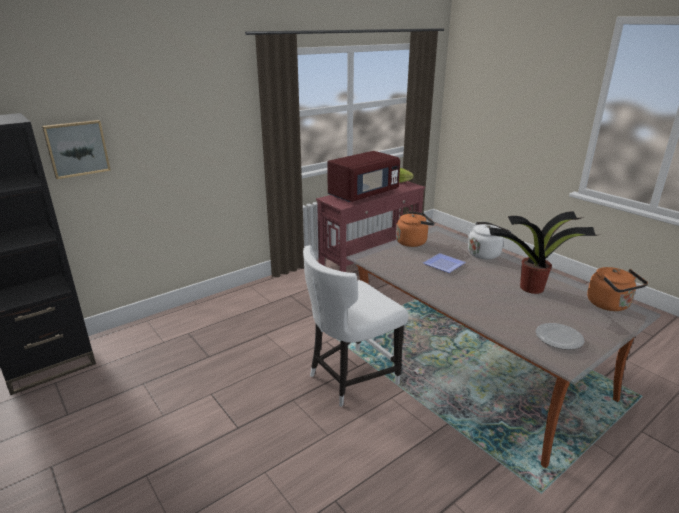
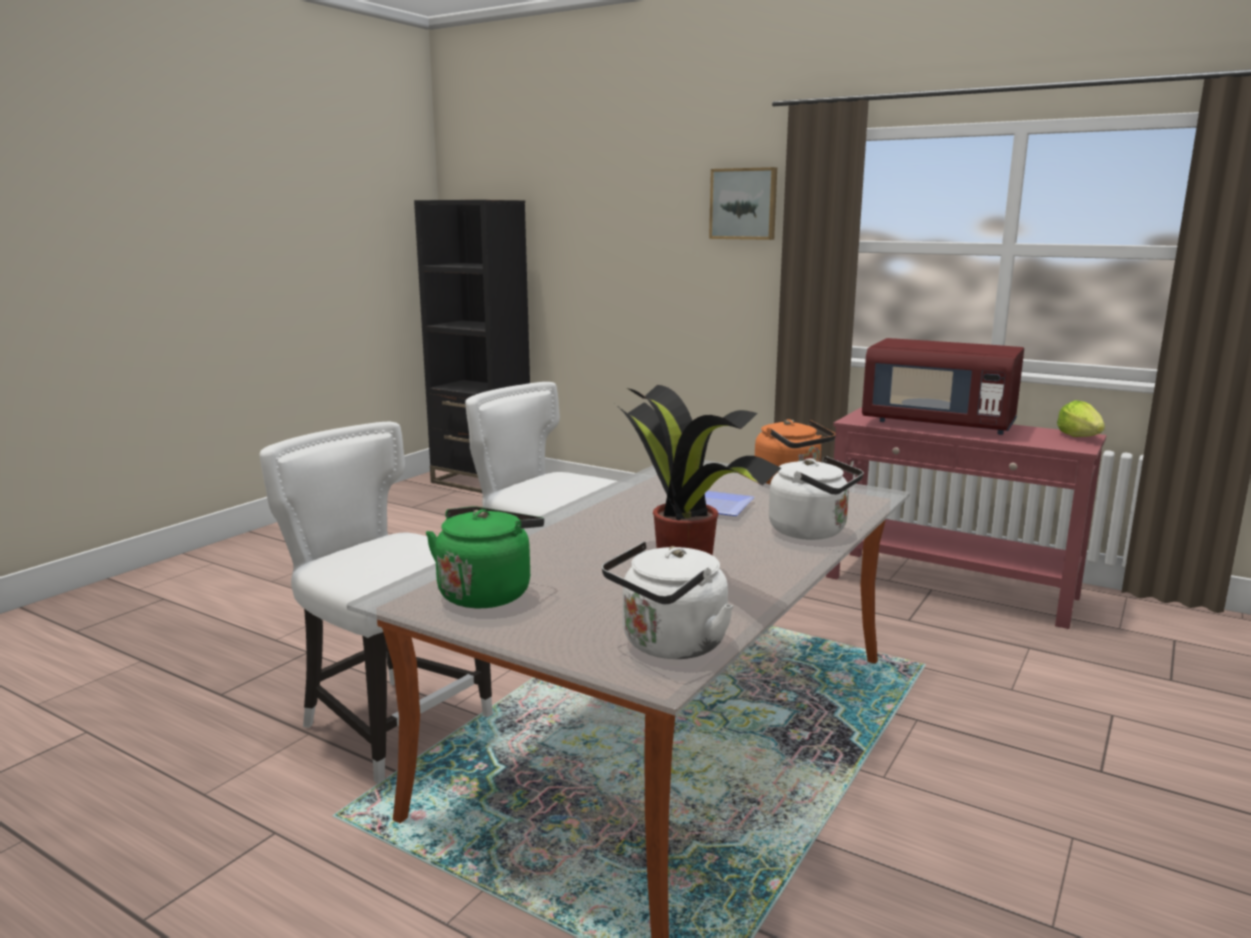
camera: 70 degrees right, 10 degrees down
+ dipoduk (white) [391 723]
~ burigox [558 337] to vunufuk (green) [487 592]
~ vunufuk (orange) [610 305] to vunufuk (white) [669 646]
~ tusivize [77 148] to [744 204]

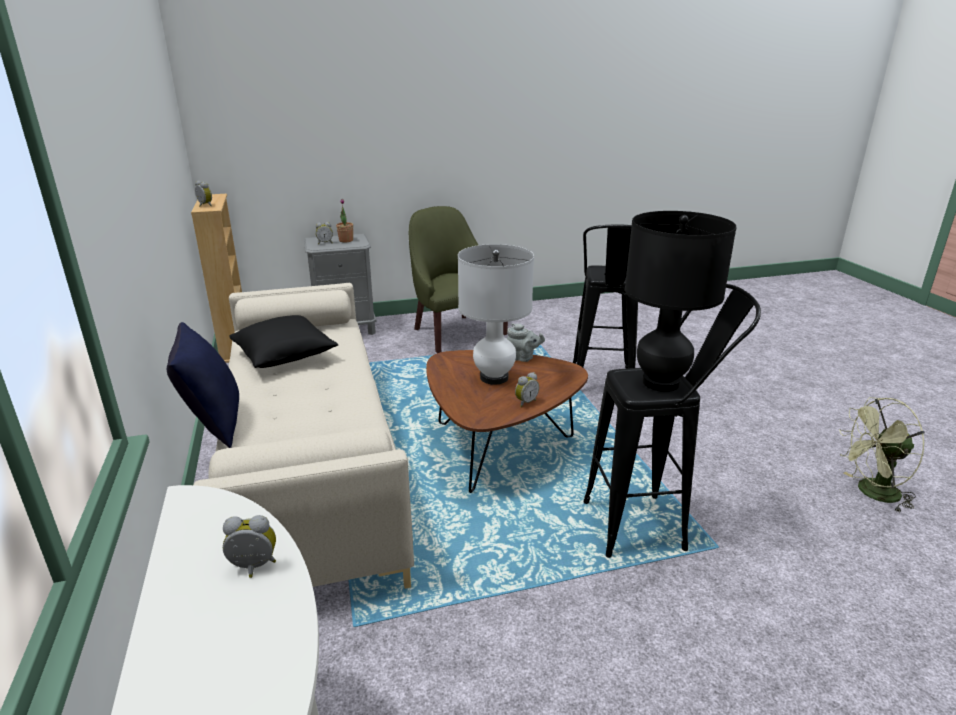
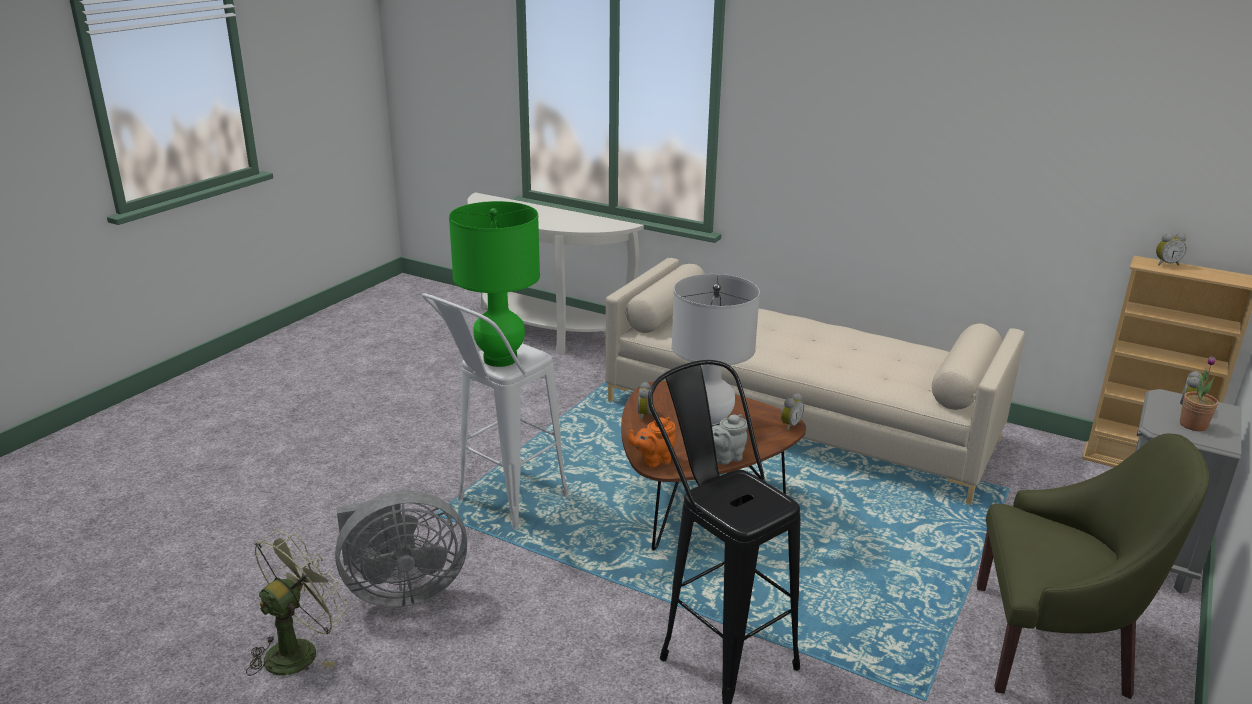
camera: 135 degrees right, 0 degrees up
+ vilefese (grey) [401 591]
~ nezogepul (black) [649 524] to nezogepul (white) [501 505]
~ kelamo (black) [660 383] to kelamo (green) [500 359]
+ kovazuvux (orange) [653 461]
~ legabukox [253 568] to [789 425]
- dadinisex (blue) [214 425]
- dadinisex (black) [285 357]

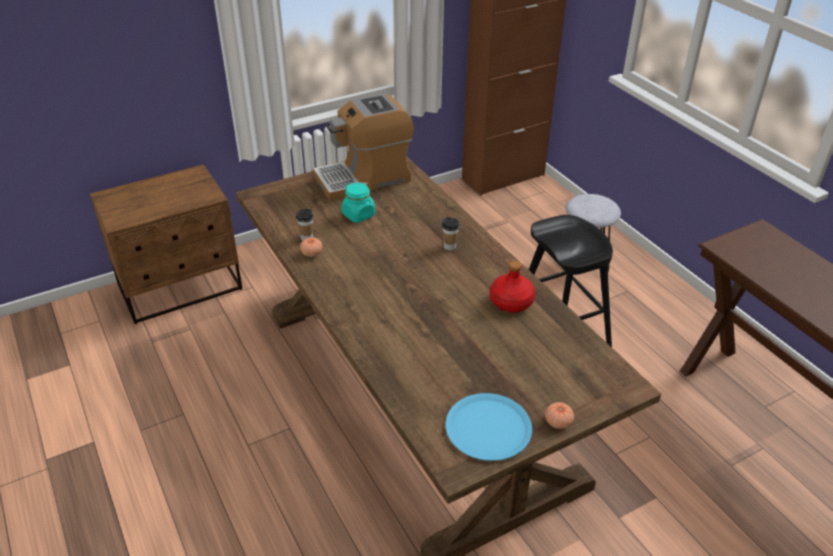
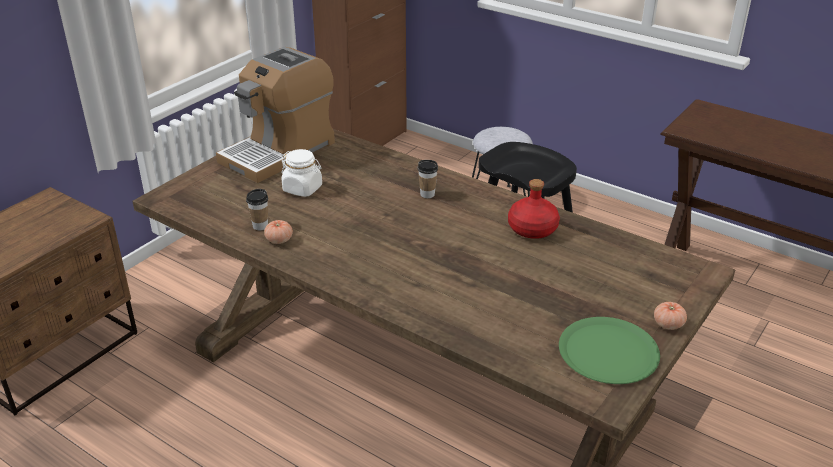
camera: 25 degrees left, 5 degrees down
~ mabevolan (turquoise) [359 215] to mabevolan (white) [303 189]
~ burigox (blue) [488 428] to burigox (green) [608 352]

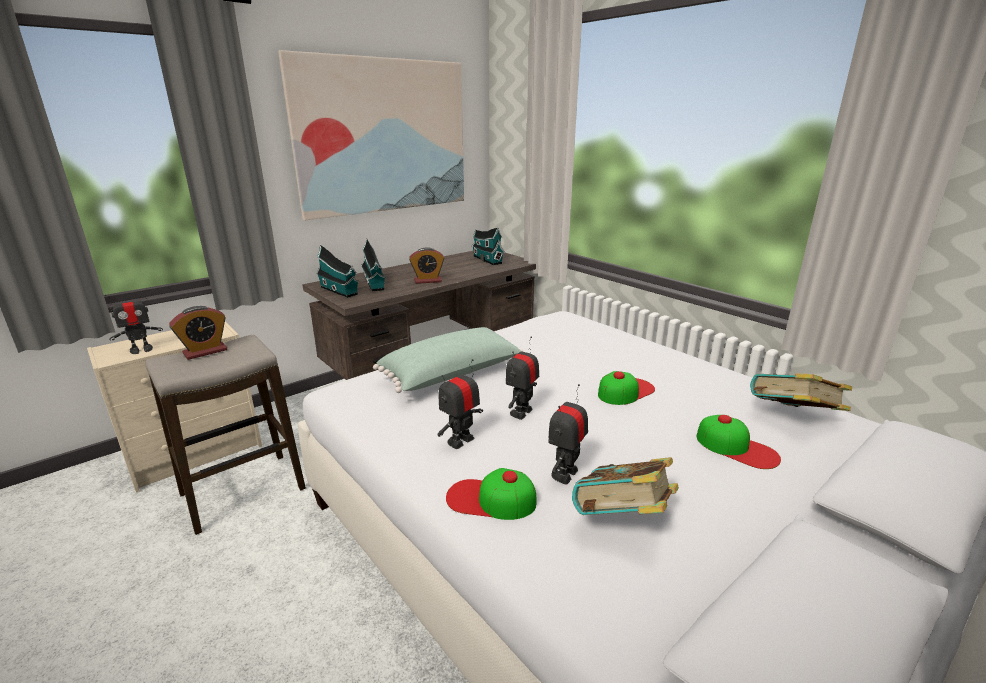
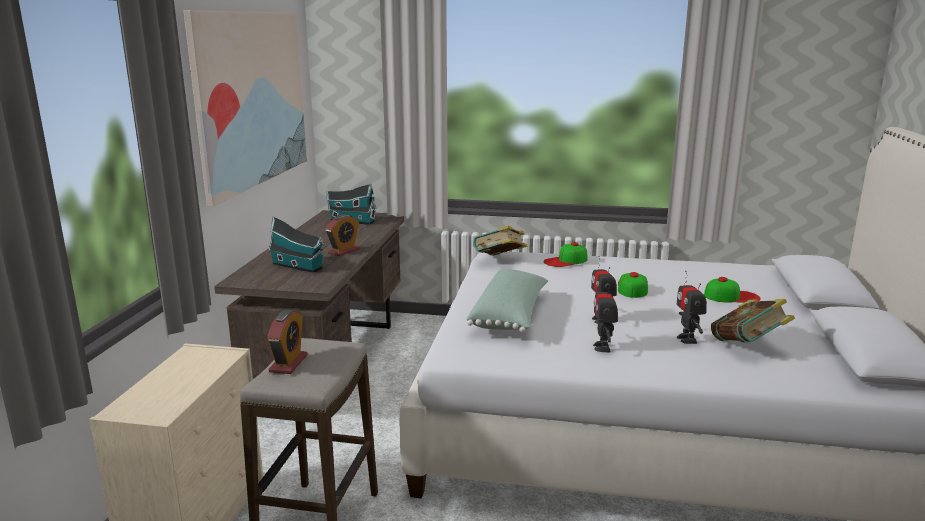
camera: 40 degrees left, 5 degrees down
~ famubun [792 419] to [499 261]
~ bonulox [490 499] to [566 261]
- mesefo [141 350]
- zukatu [340 291]

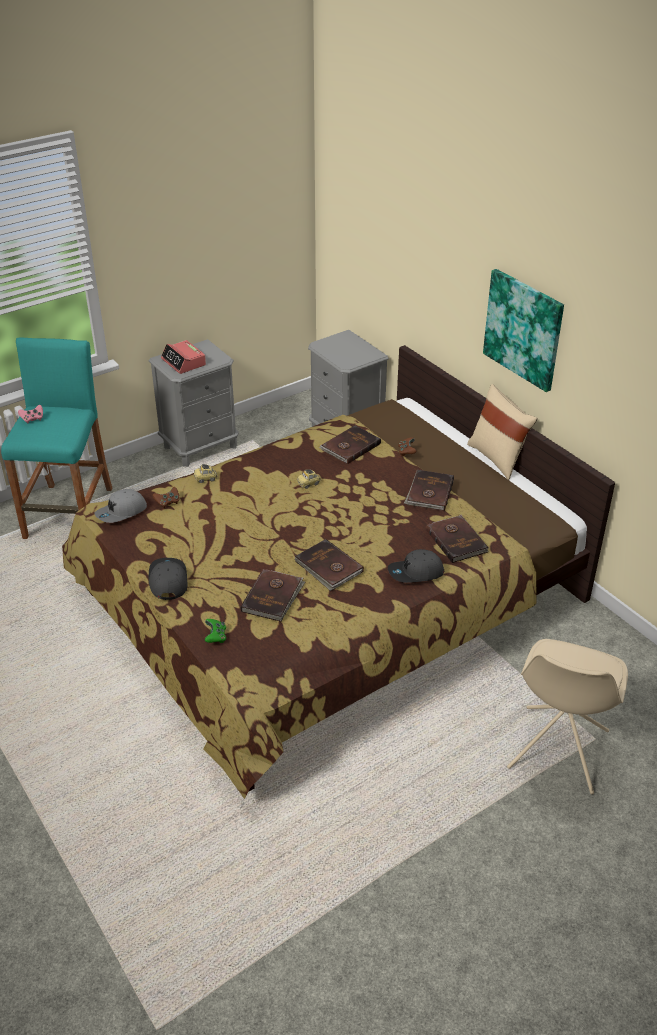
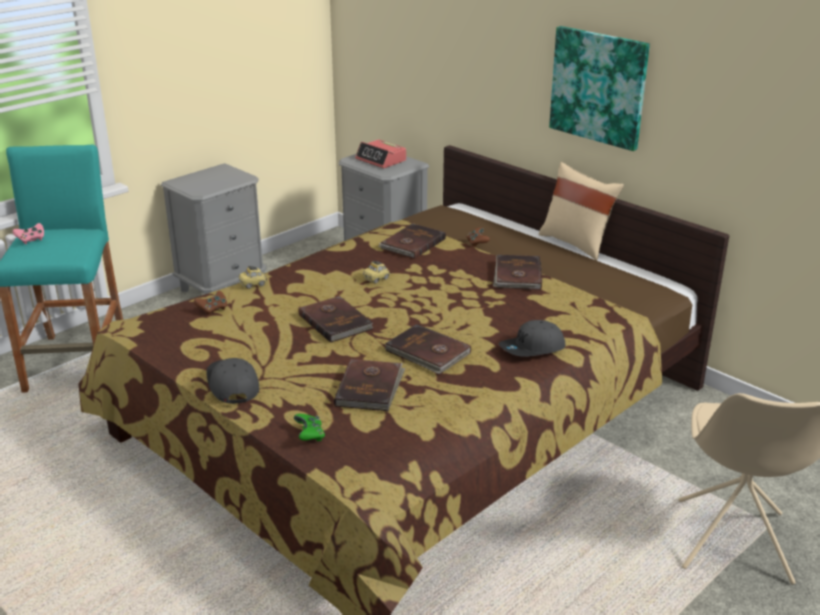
camera: 10 degrees left, 10 degrees down
~ famubun (brown) [457 540] to [336 321]
~ legabukox [184 362] to [381 160]
- bonulox (grey) [121 512]

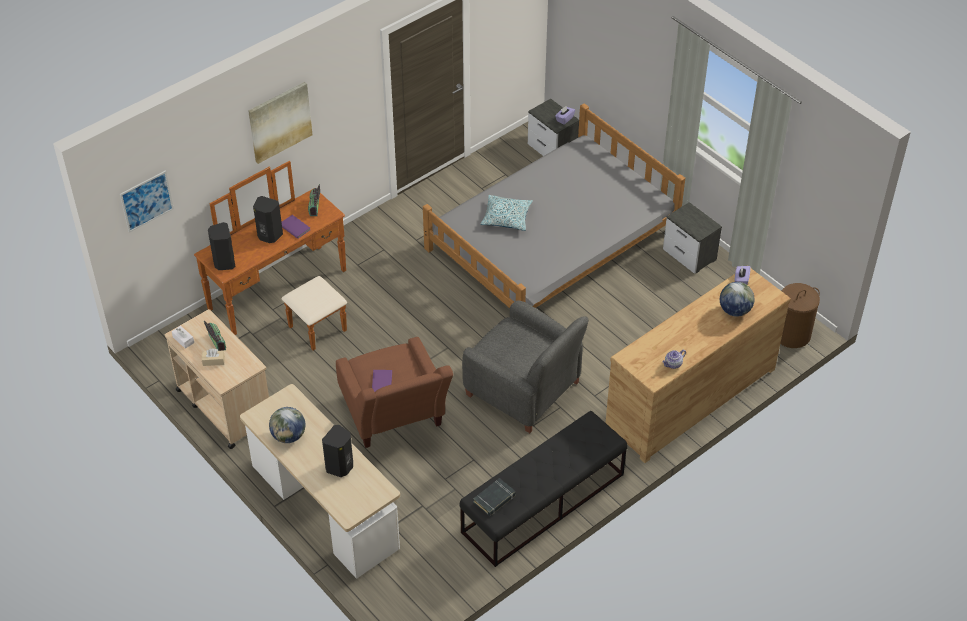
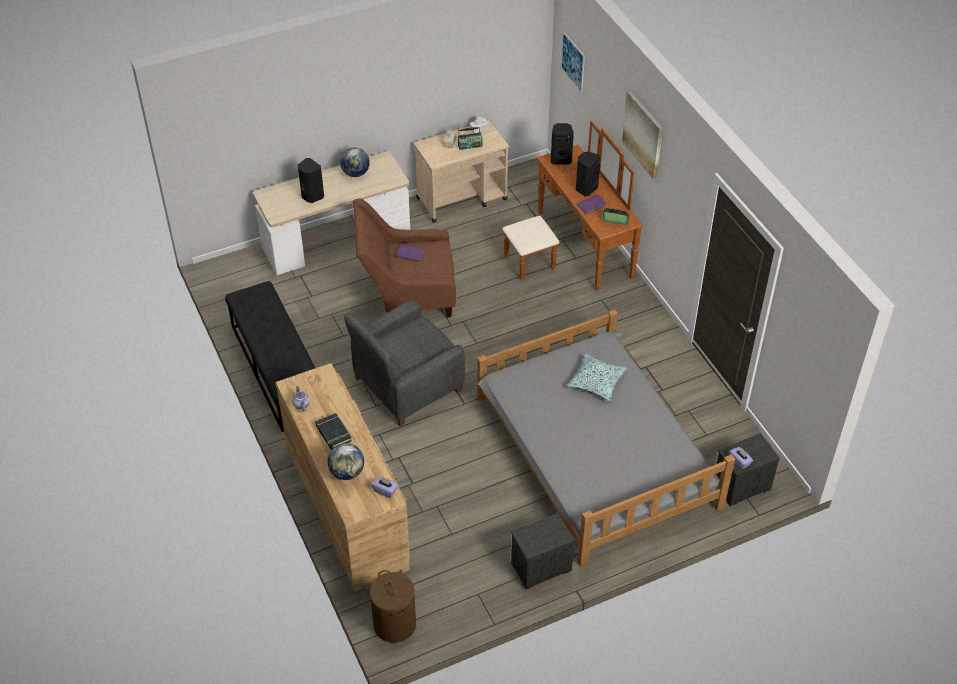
camera: 105 degrees right, 0 degrees up
~ famubun (black) [494 499] to [333 433]

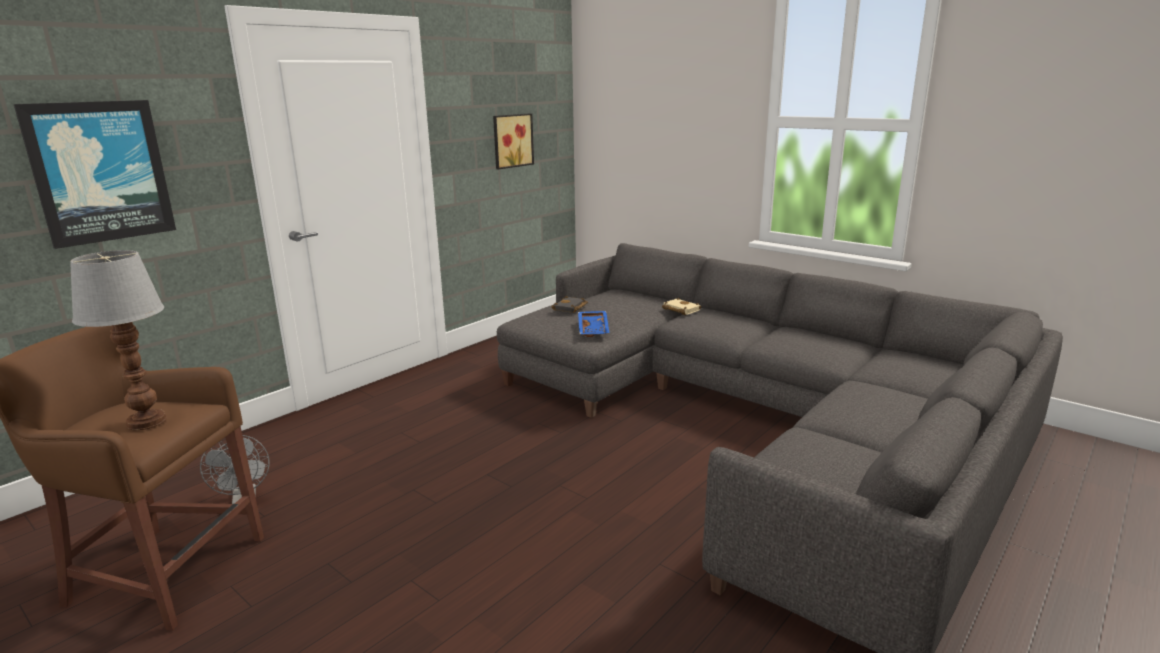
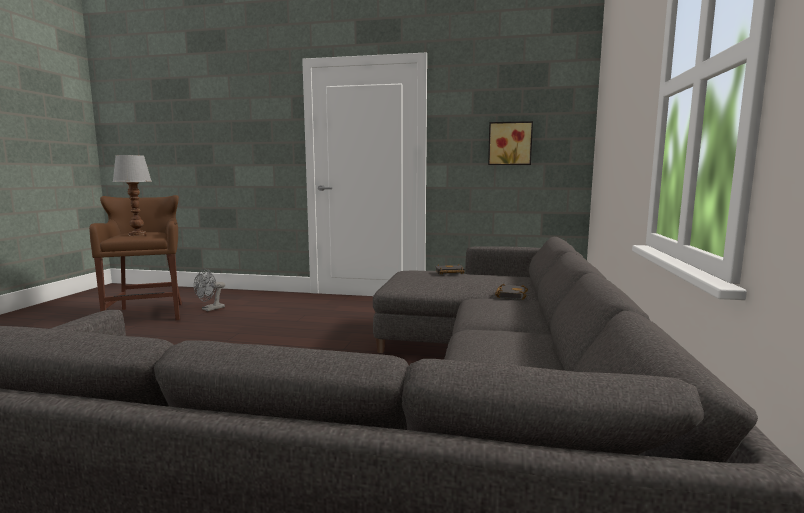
camera: 60 degrees right, 10 degrees down
~ famubun (beige) [679 310] to famubun (black) [510 295]
- tusivize [100 172]
- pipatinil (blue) [594 329]

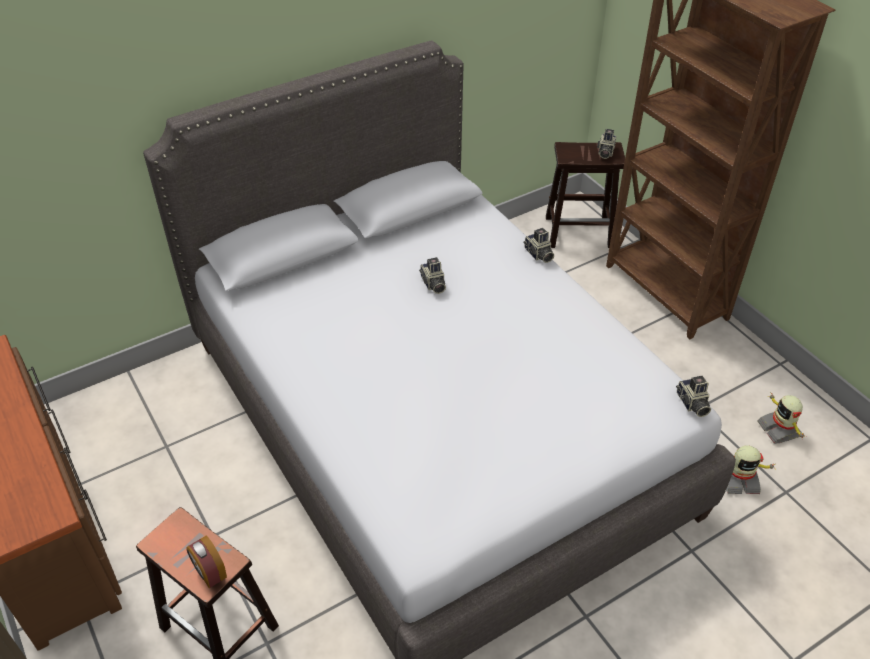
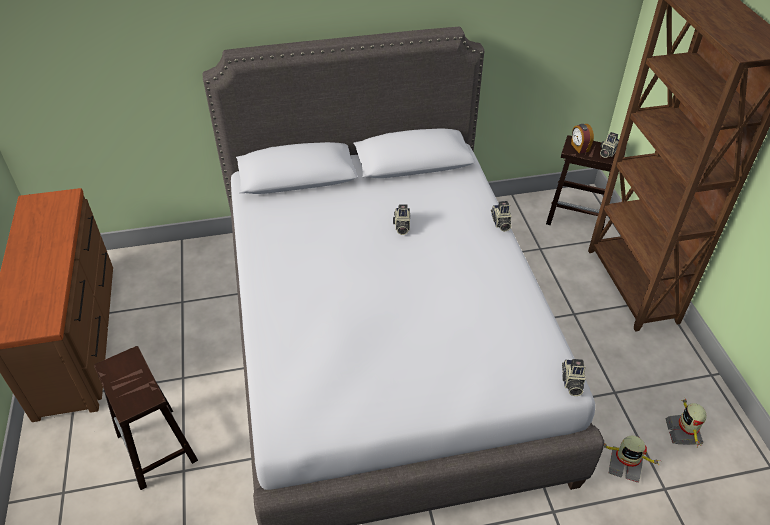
camera: 20 degrees right, 0 degrees up
~ legabukox [210 572] to [579 147]

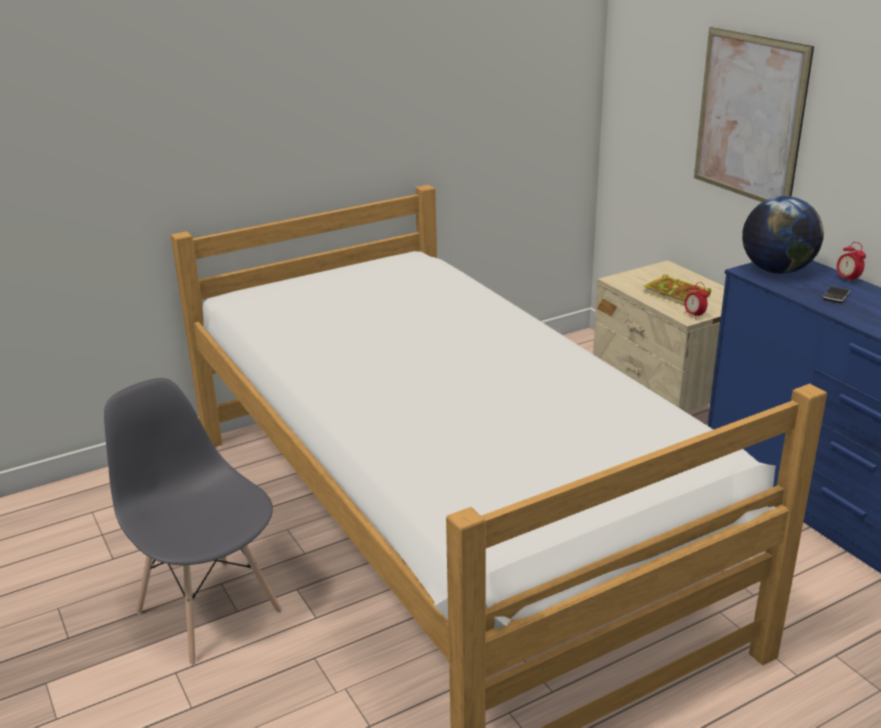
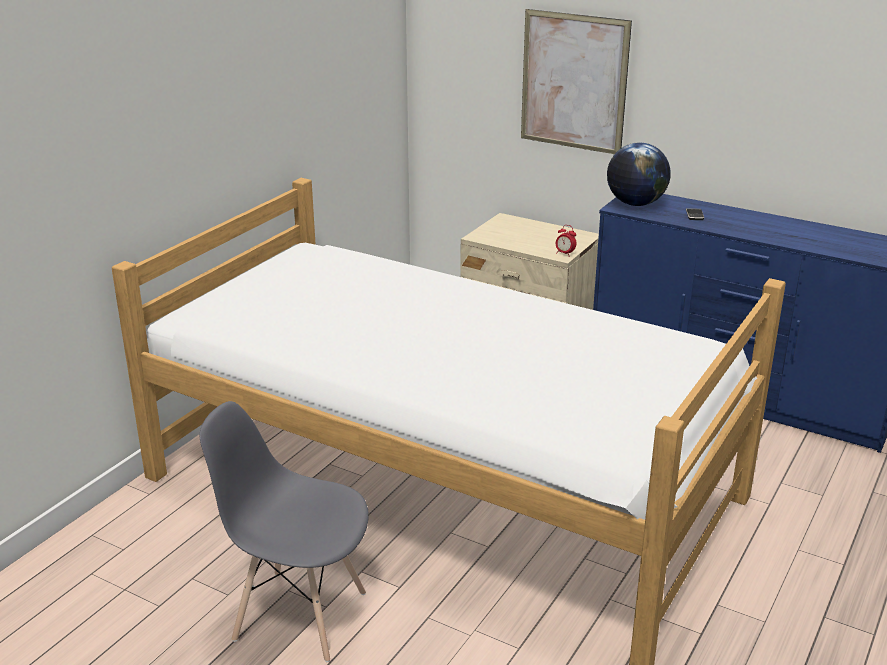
camera: 30 degrees left, 0 degrees up
- famubun [677 294]
- legabukox [847 279]

